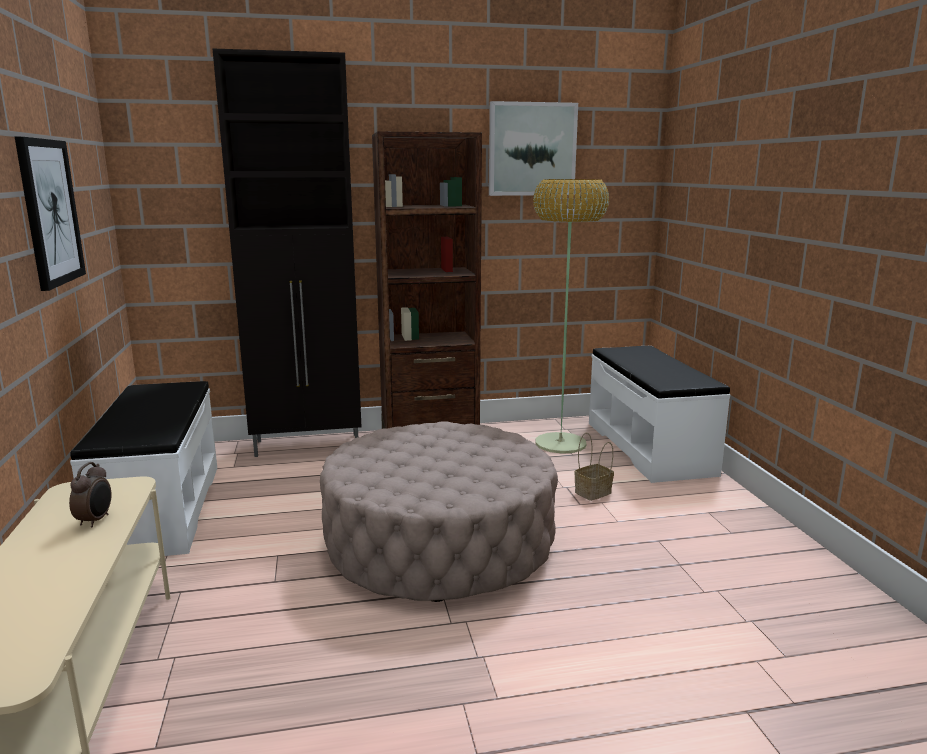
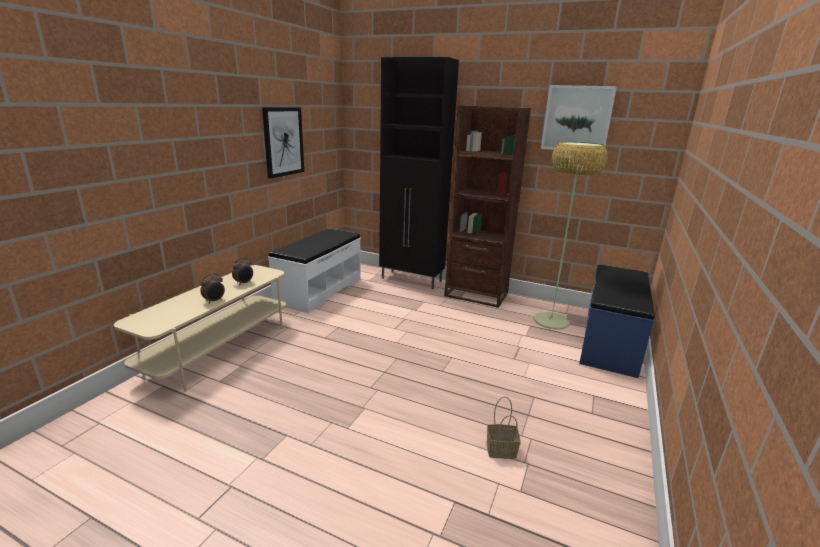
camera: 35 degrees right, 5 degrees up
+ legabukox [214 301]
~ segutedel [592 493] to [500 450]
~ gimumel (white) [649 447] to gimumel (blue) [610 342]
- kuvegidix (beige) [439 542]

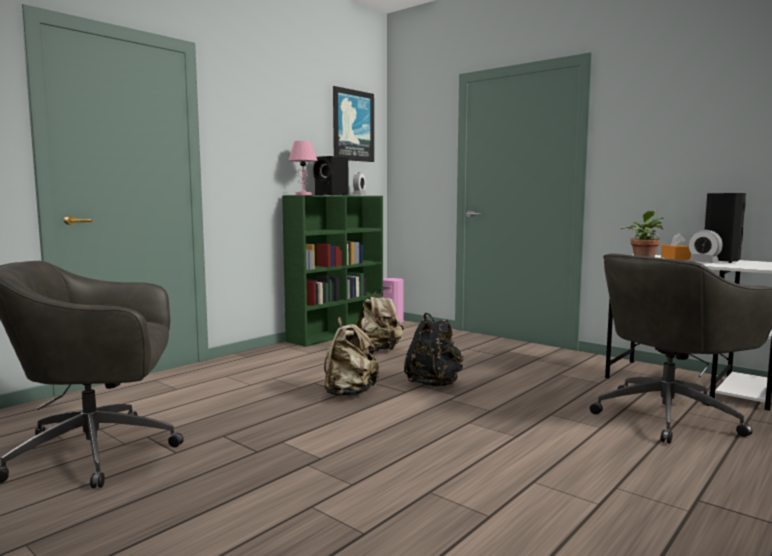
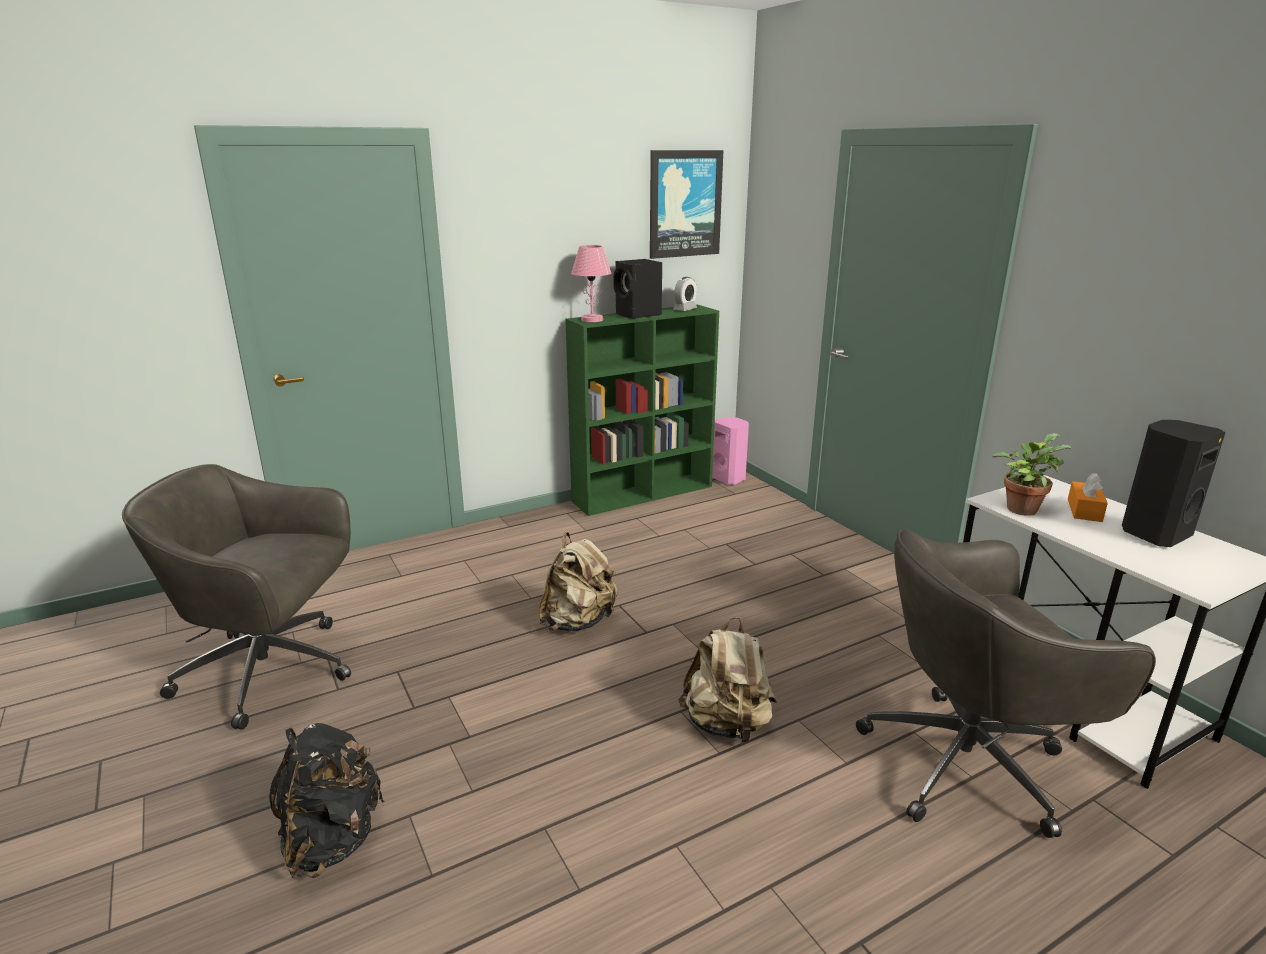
camera: 20 degrees right, 15 degrees up
~ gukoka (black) [434 384] to [332 840]
~ gukoka (beige) [379 350] to [727 724]
- legabukox [703 262]

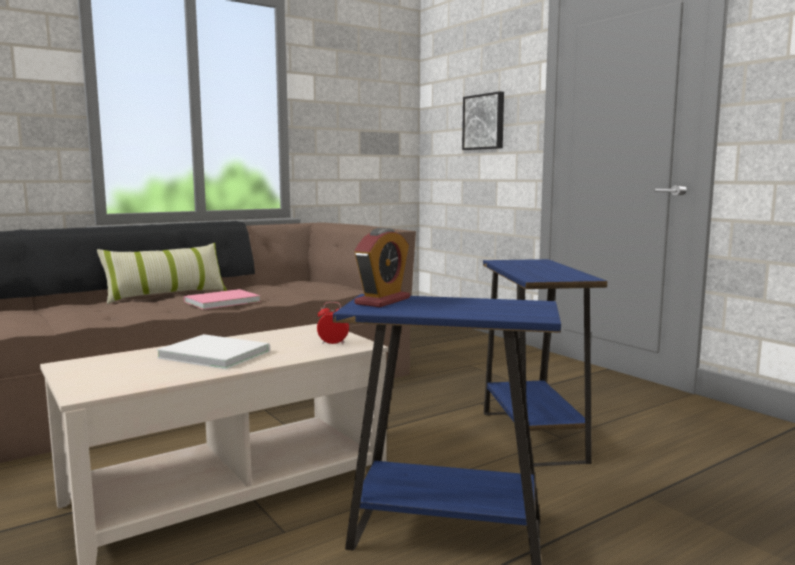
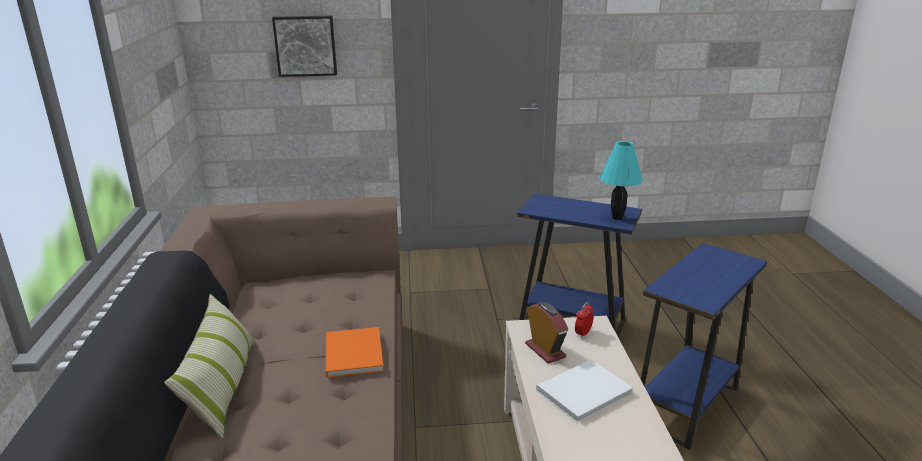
camera: 60 degrees left, 15 degrees up
~ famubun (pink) [219 301] to famubun (orange) [352 355]
~ legabukox [382 301] to [545 350]
+ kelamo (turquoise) [616 218]

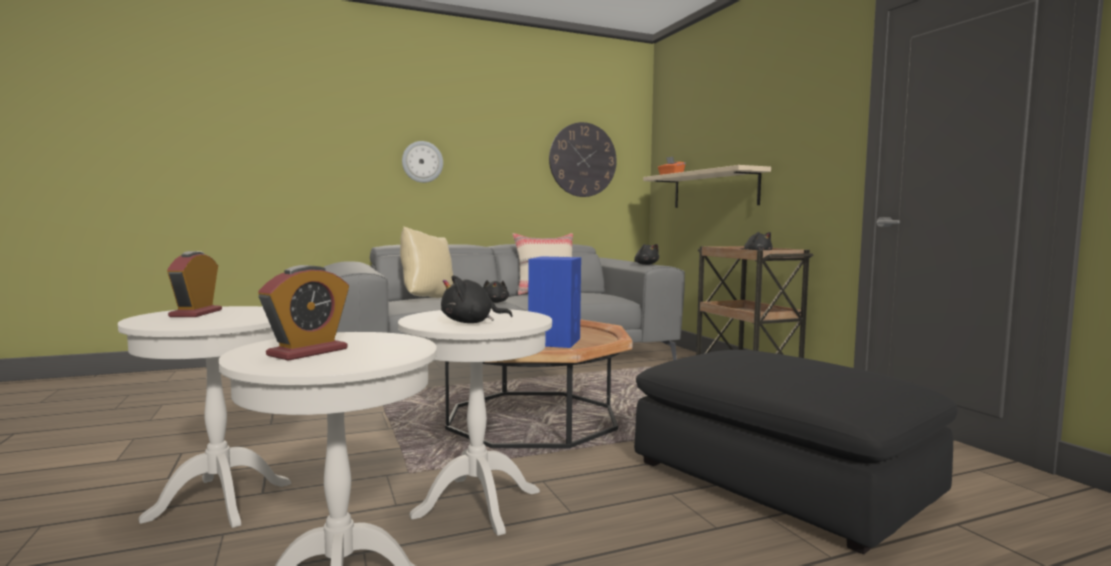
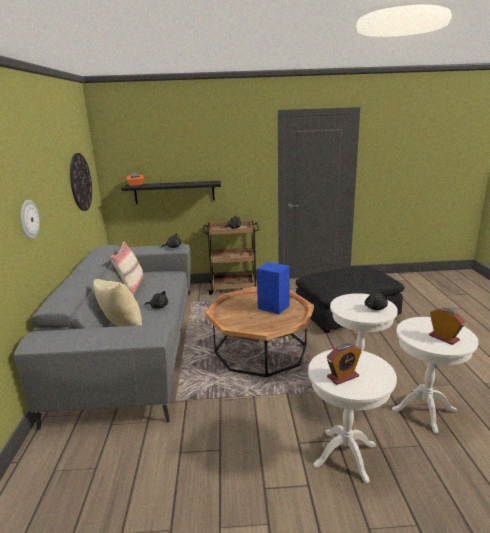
camera: 70 degrees left, 15 degrees up
~ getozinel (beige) [714 189] to getozinel (black) [174 192]
~ legabukox [196 313] = [342 377] 45 degrees counterclockwise

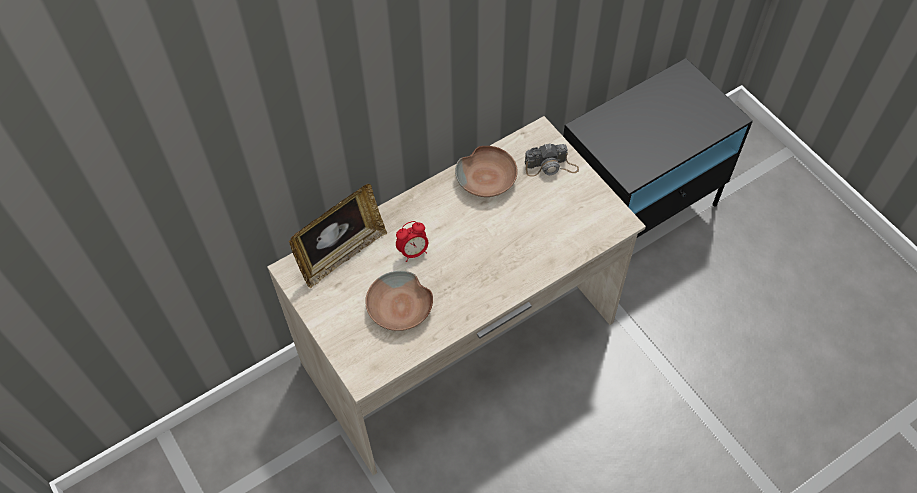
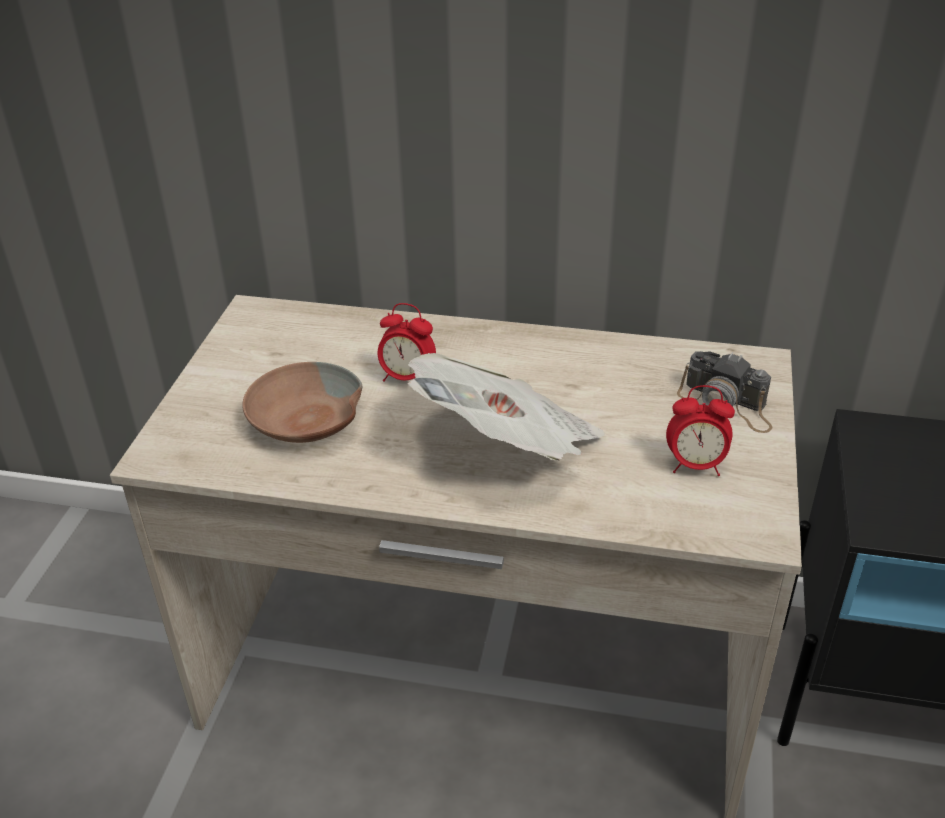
camera: 45 degrees right, 20 degrees down
+ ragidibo [508 446]
+ legabukox [695 465]
- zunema [342 254]
- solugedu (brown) [487 178]

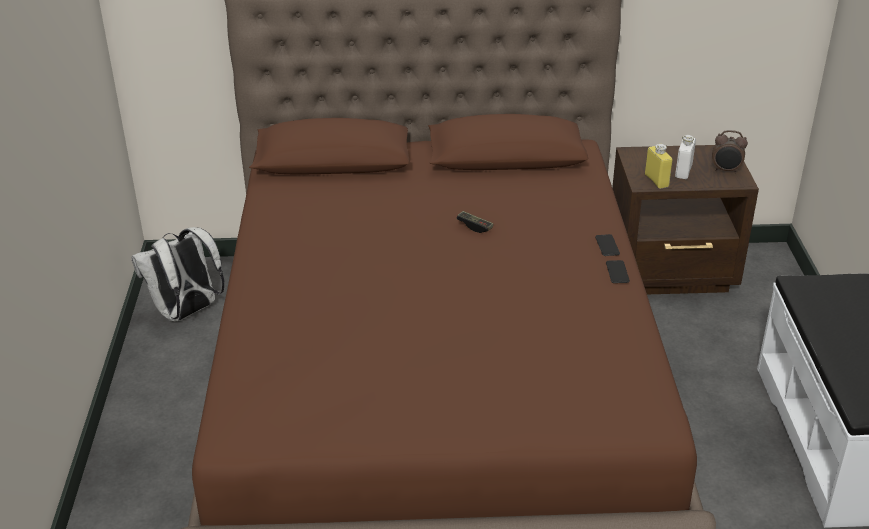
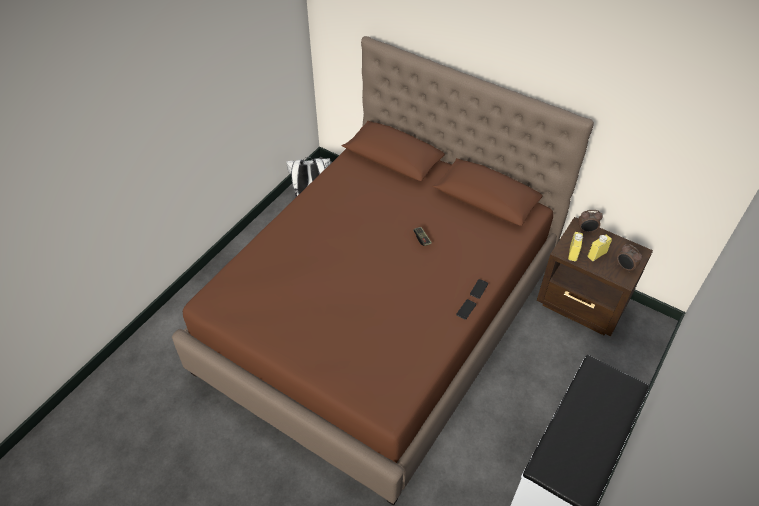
camera: 35 degrees right, 15 degrees up
+ legabukox [586 230]
~ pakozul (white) [683 171] to pakozul (yellow) [597 254]

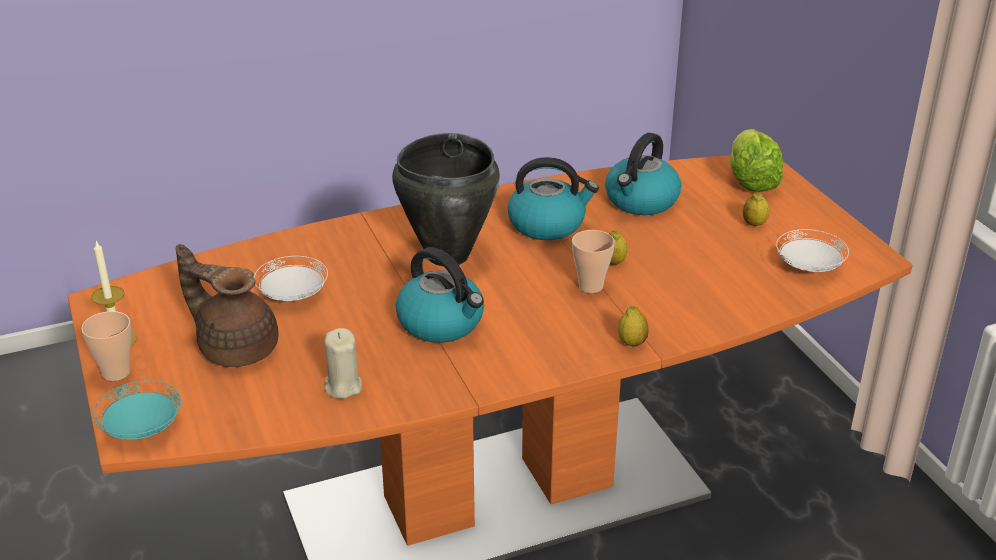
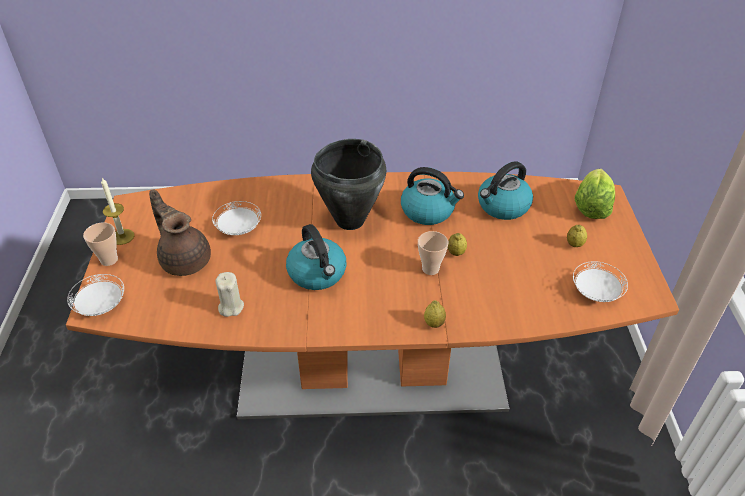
camera: 20 degrees right, 10 degrees up
~ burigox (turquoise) [141 428] to burigox (white) [101 305]

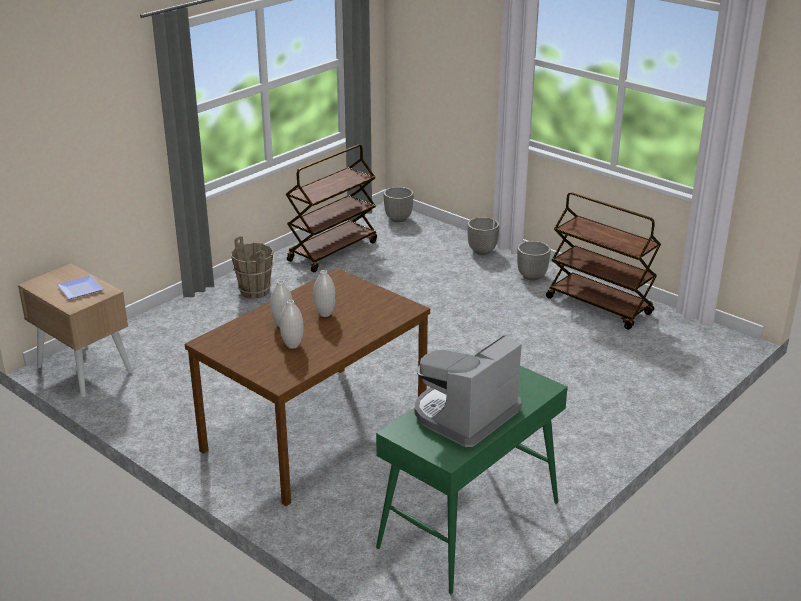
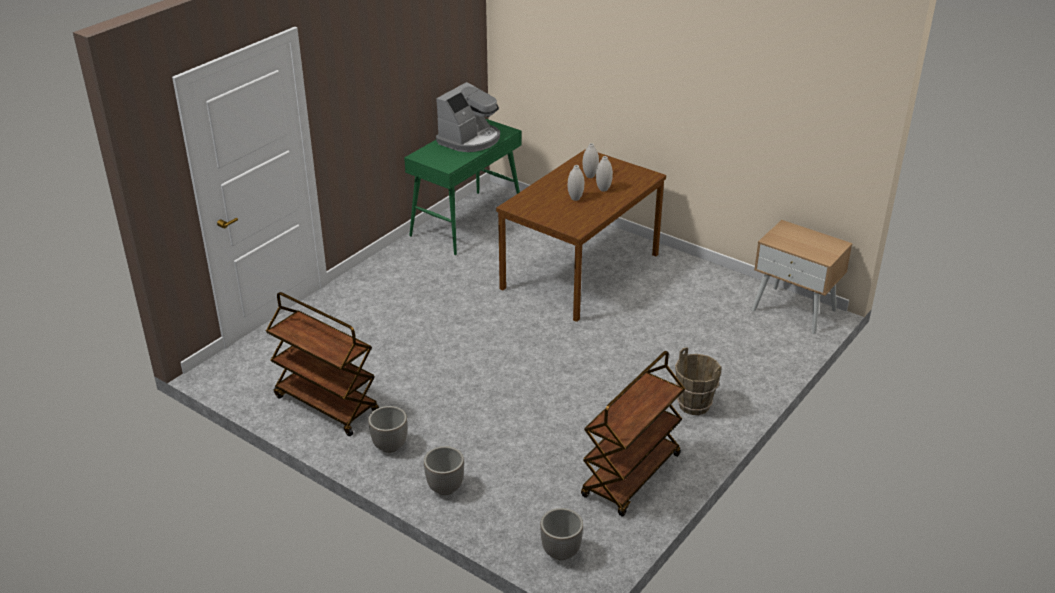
camera: 175 degrees right, 5 degrees up
- burigox [81 288]

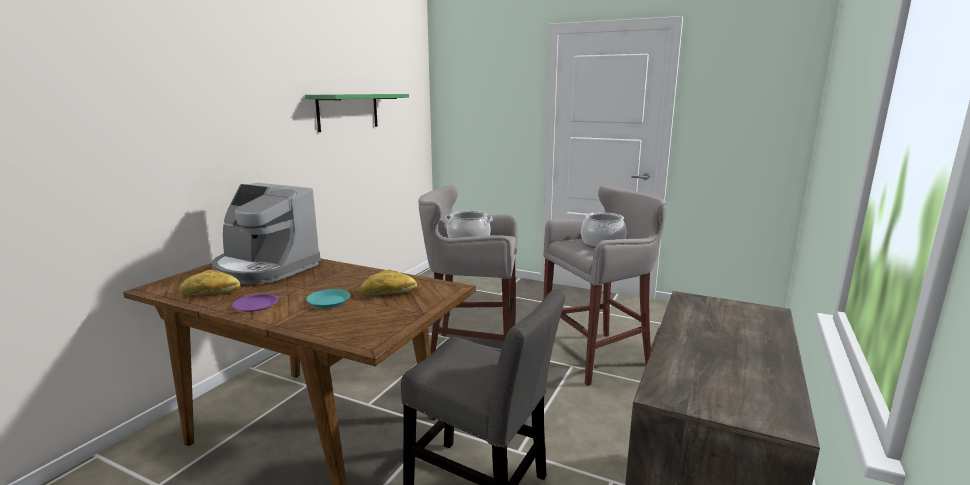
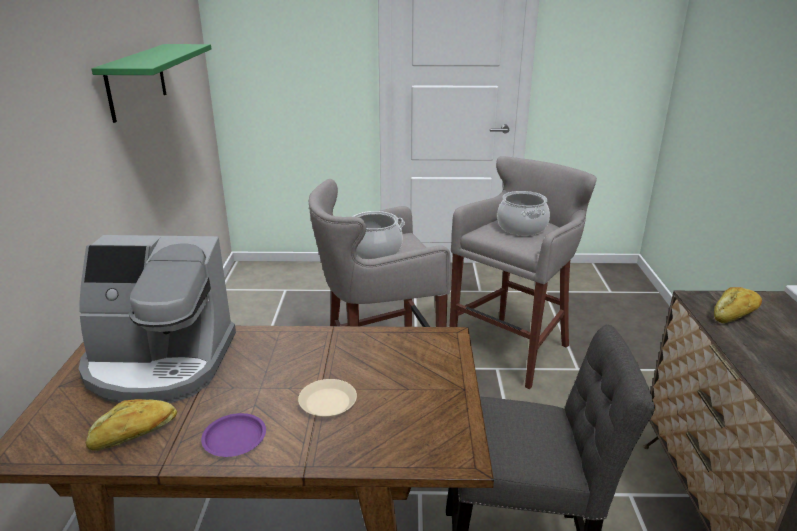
camera: 25 degrees left, 10 degrees up
~ burigox (turquoise) [328 302] to burigox (beige) [328 403]
~ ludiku [389 293] to [735 314]

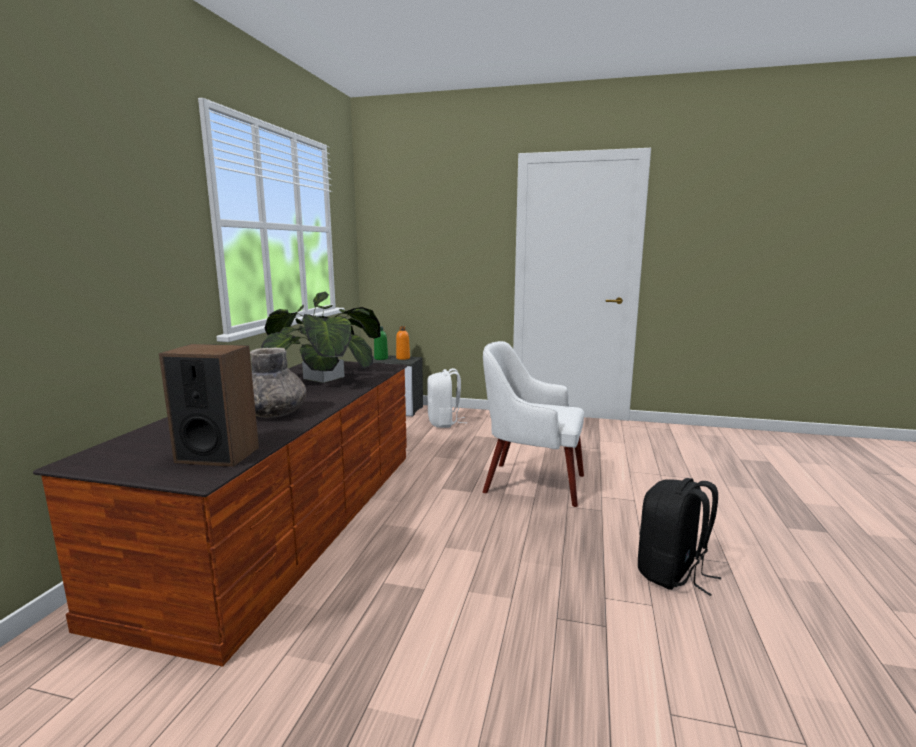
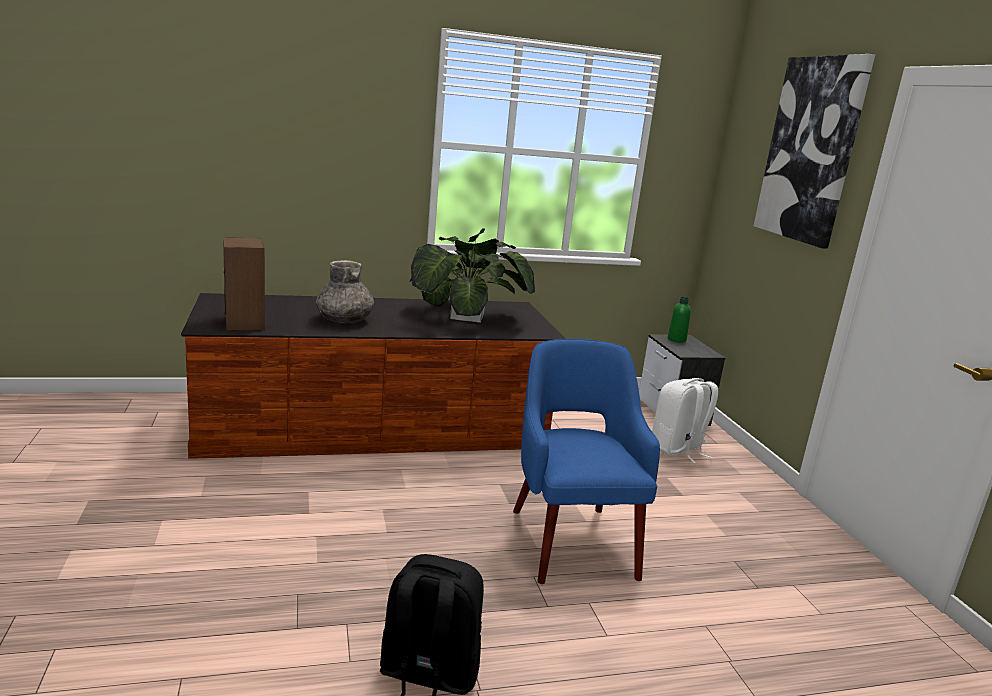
camera: 60 degrees right, 5 degrees up
~ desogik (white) [531 483] to desogik (blue) [571 540]
+ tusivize [811 150]
- pakozul (orange) [403 358]

